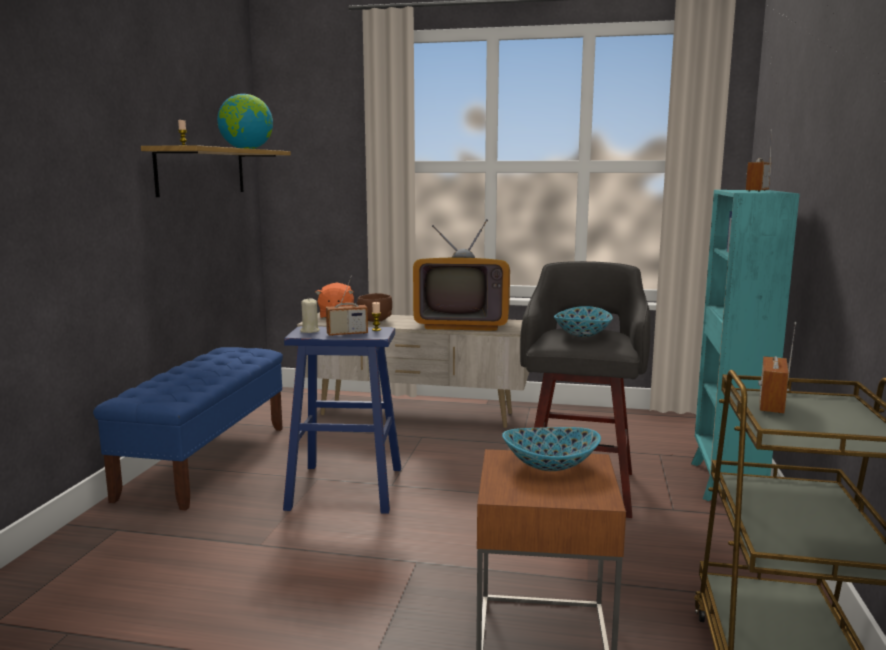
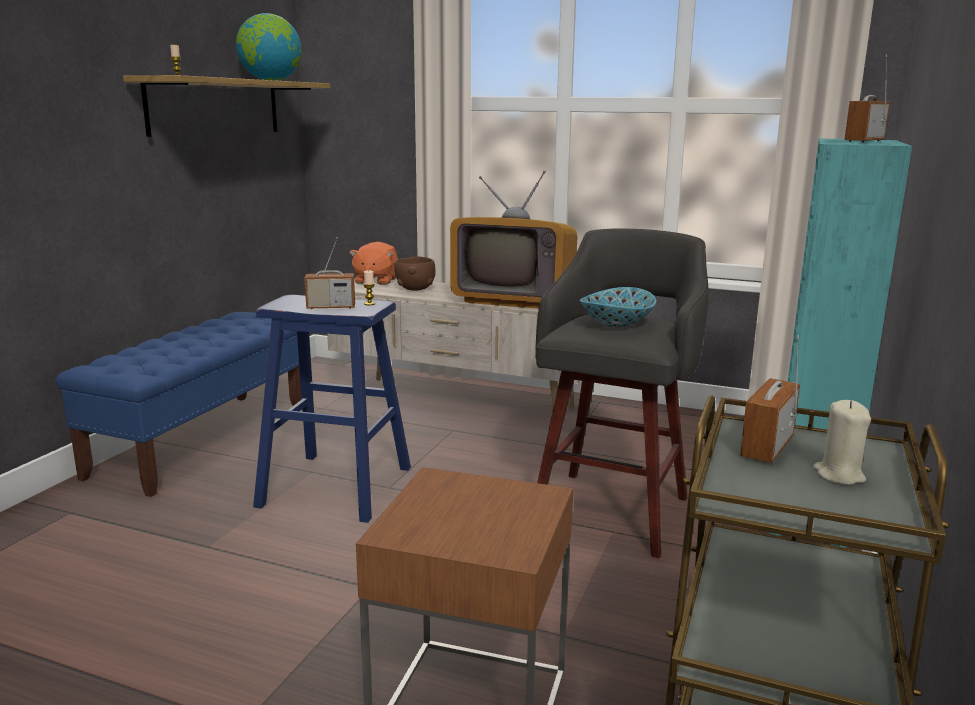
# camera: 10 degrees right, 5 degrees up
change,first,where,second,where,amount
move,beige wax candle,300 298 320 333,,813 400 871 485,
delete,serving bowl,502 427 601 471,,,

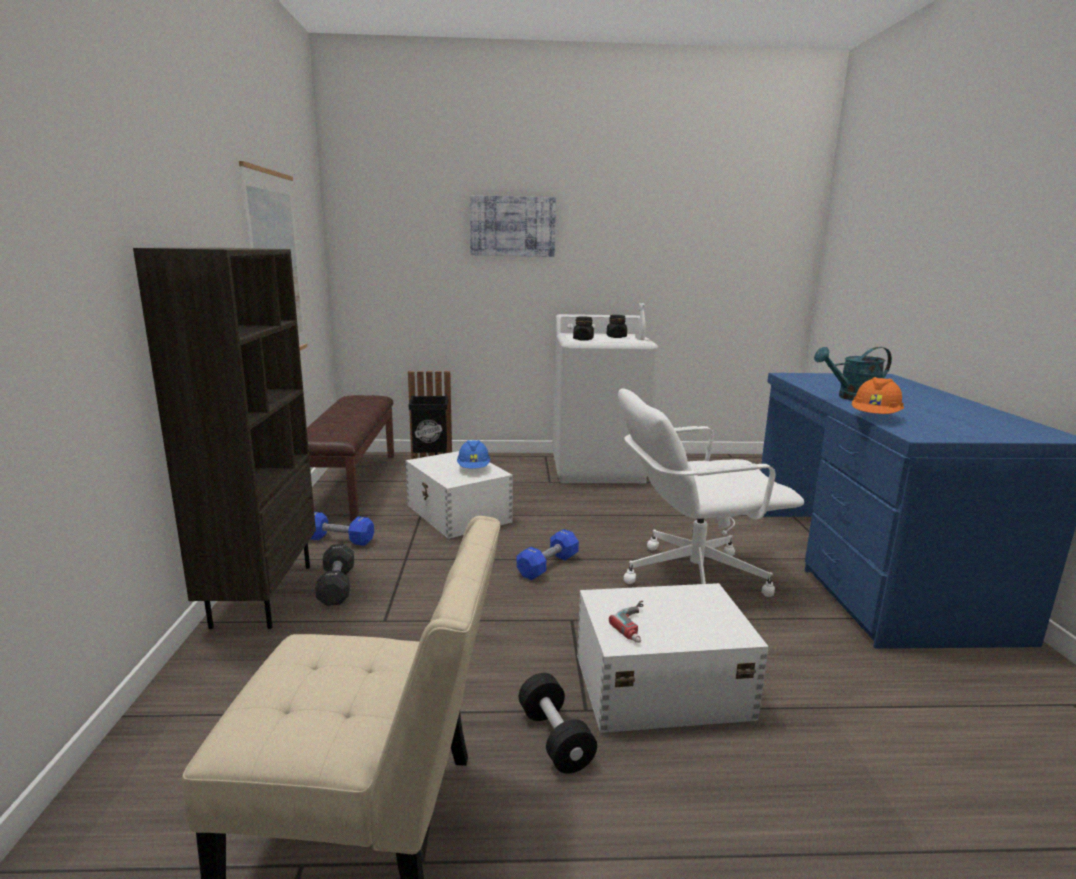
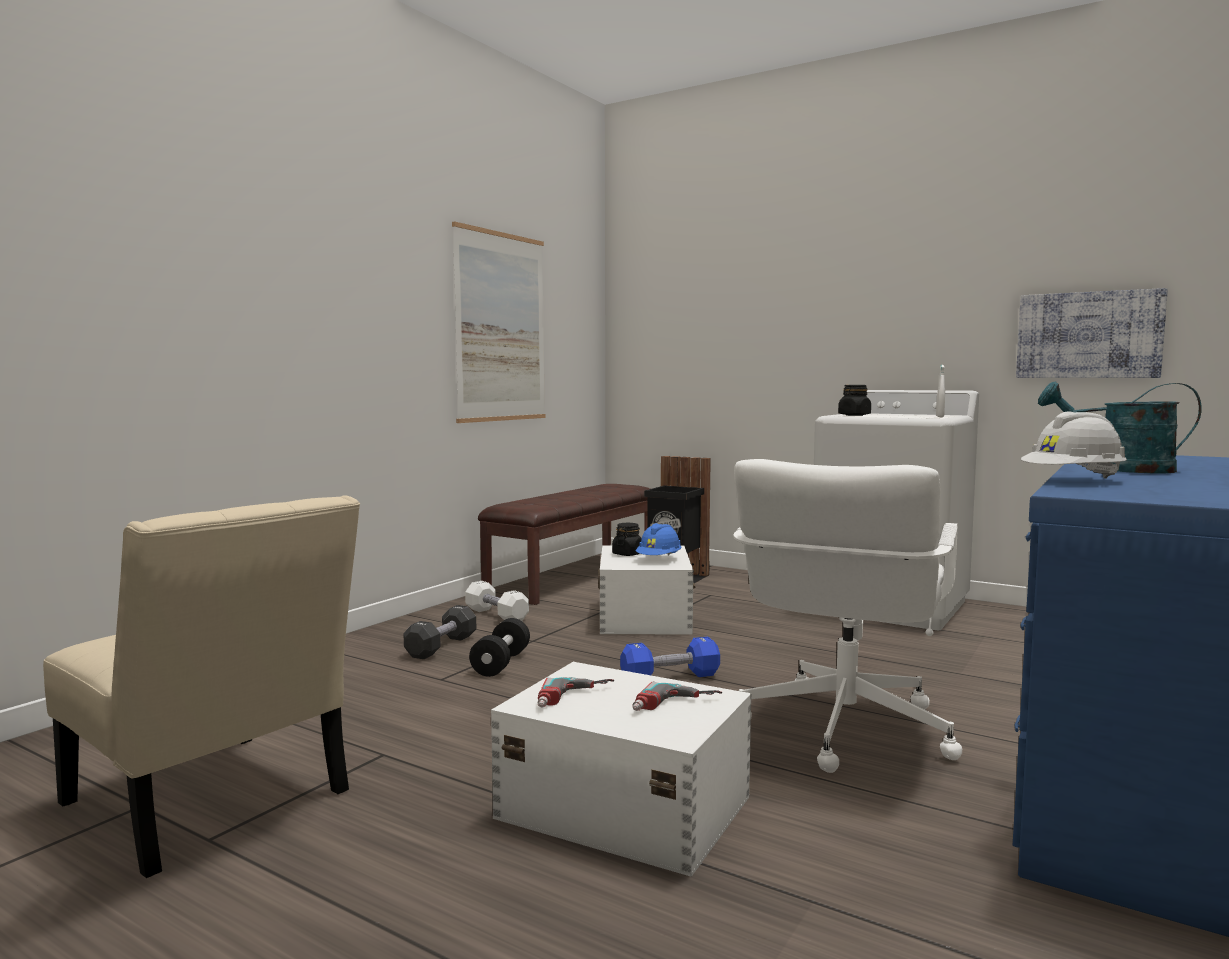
# camera: 35 degrees right, 10 degrees down
change,first,where,second,where,amount
recolor,bluish dumbbell,311 512 374 546,whitish dumbbell,465 581 529 621,
move,blackish dumbbell,519 673 597 774,,469 618 530 677,
move,blackish preserve jar,607 315 627 338,,612 523 642 556,
insert,,,power drill,632 681 722 711,
rotate,whitish computer chair,618 388 804 597,,733 459 962 773,90 degrees counterclockwise
move,wall art,470 195 556 257,,1016 288 1168 378,
recolor,orangey work helmet,852 377 904 414,whitish work helmet,1021 412 1127 479,
delete,brownish bookcase,133 248 316 629,,,

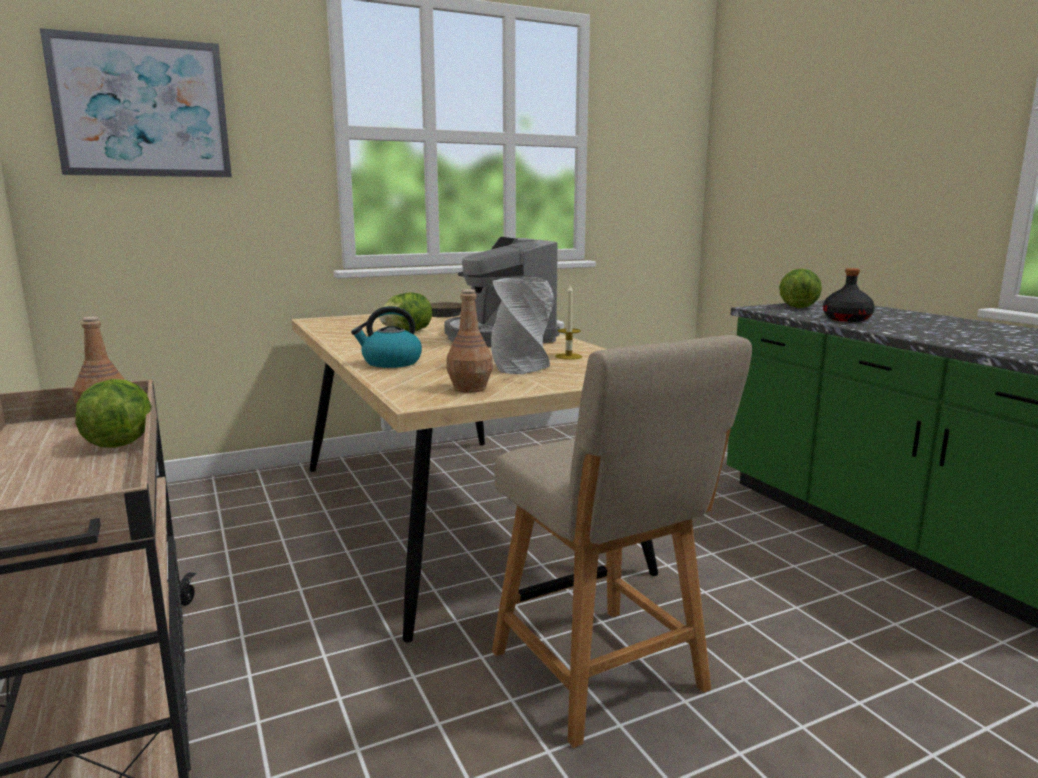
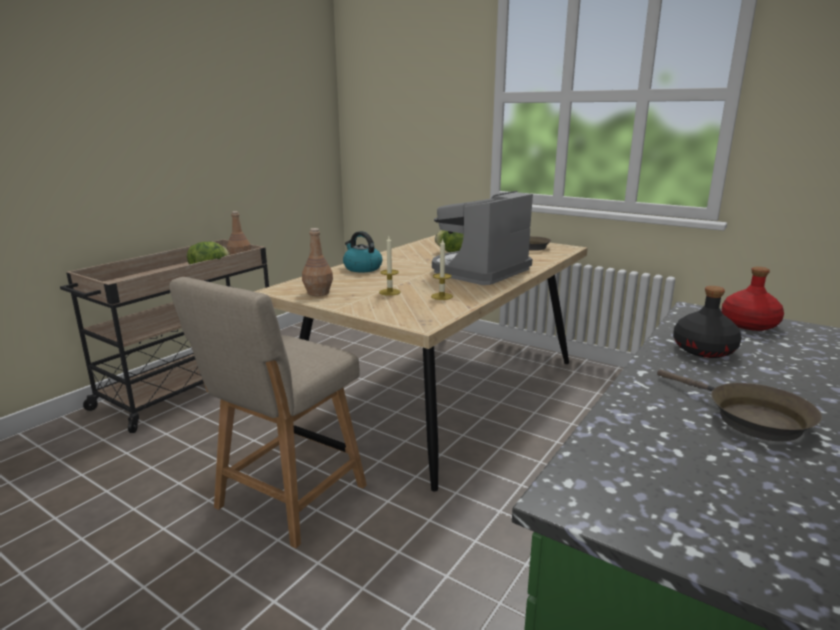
# camera: 60 degrees right, 5 degrees up
change,first,where,second,where,amount
replace,grey decorative vase,491 277 554 374,wax candle,379 236 400 296,
insert,,,brownish pan,657 370 822 441,
replace,lettuce,779 268 822 308,reddish beverage bottle,721 267 784 331,
delete,wall art,40 28 232 177,,,

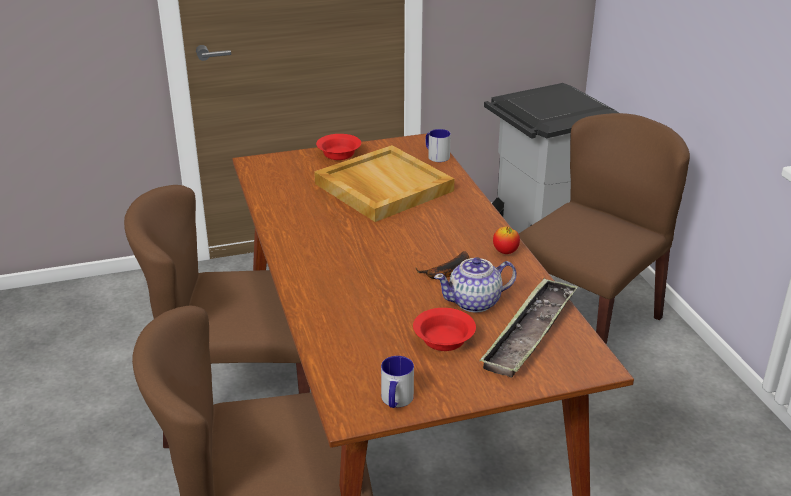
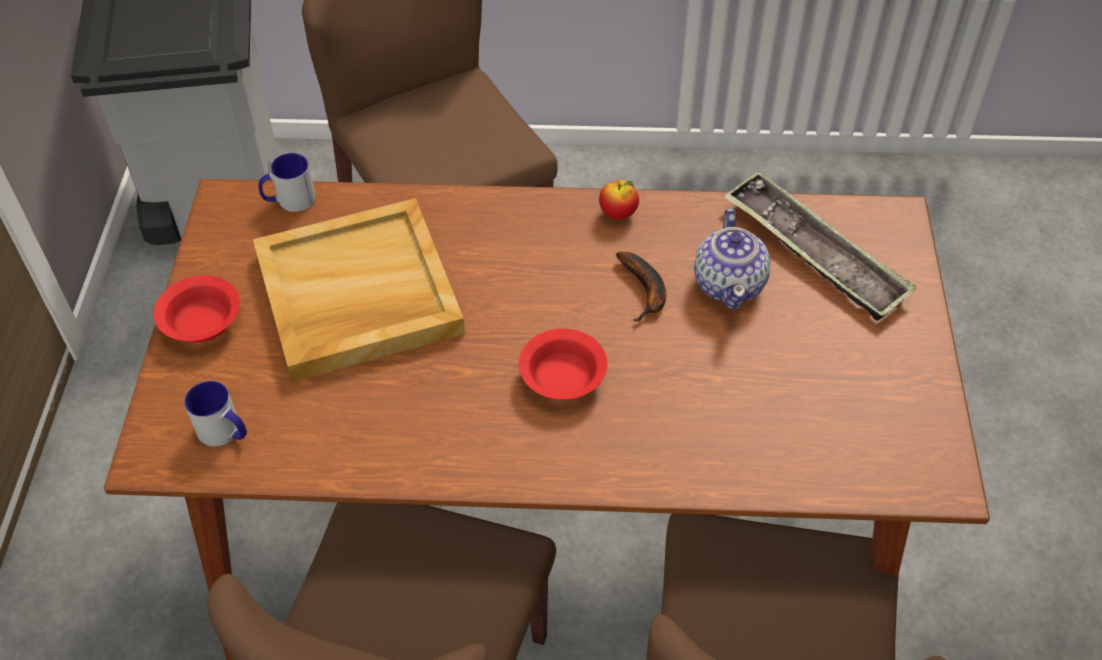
# camera: 70 degrees left, 20 degrees up
change,first,where,second,where,amount
move,coffee mug,381 356 414 408,,184 381 247 447,
move,reddish serving bowl,413 308 476 351,,519 328 607 400,

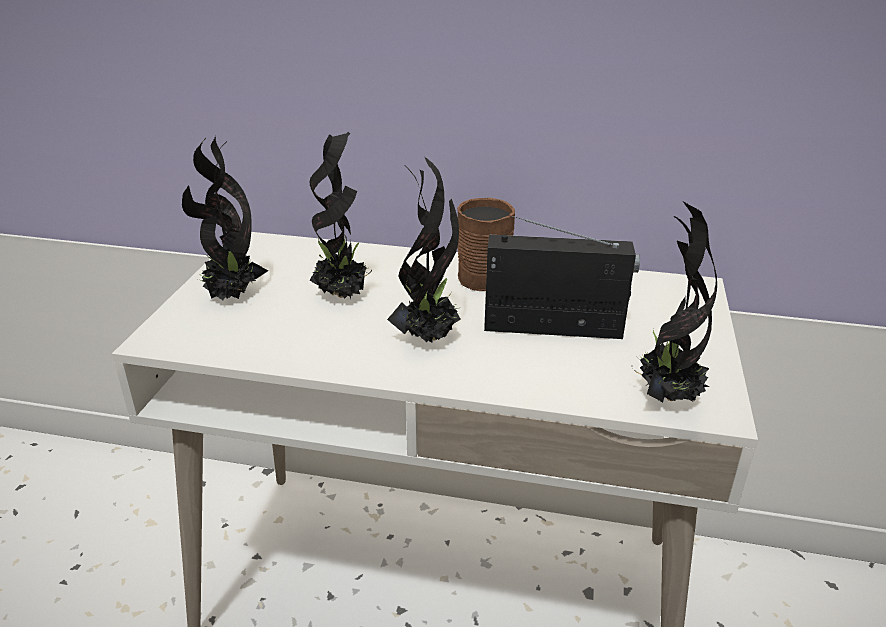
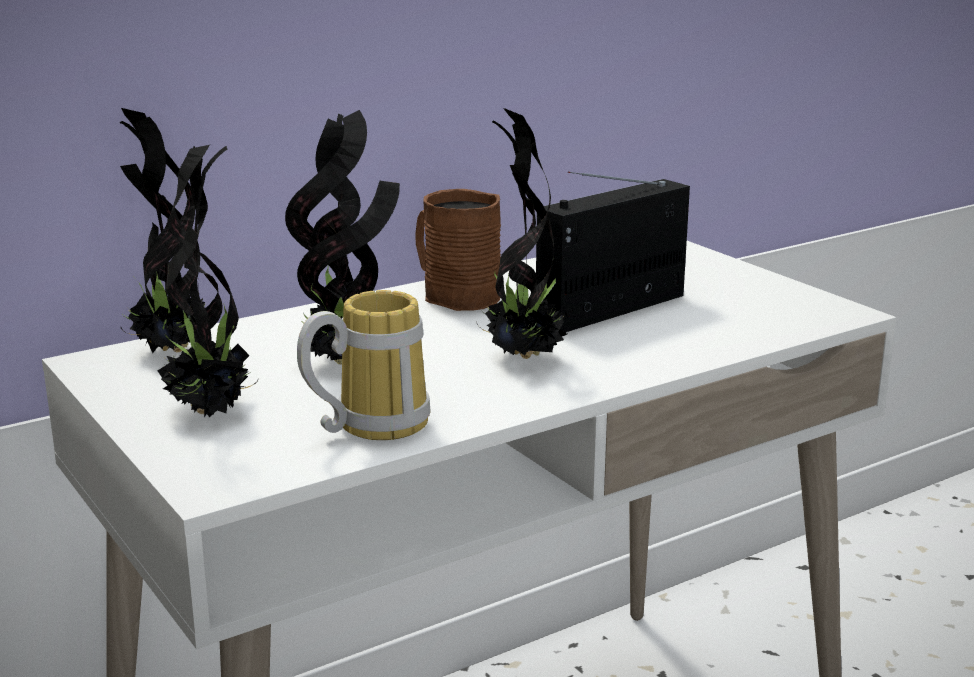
# camera: 45 degrees left, 10 degrees down
change,first,where,second,where,amount
move,potted plant,633 202 717 402,,119 108 206 353,
insert,,,coffee mug,297 290 431 440,

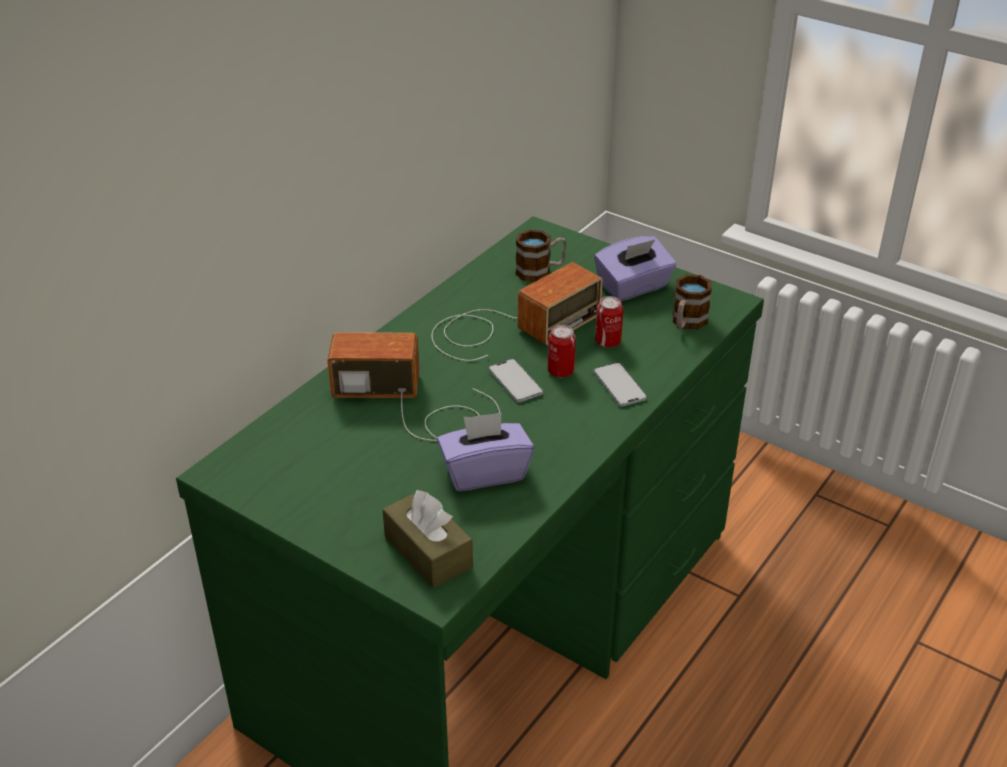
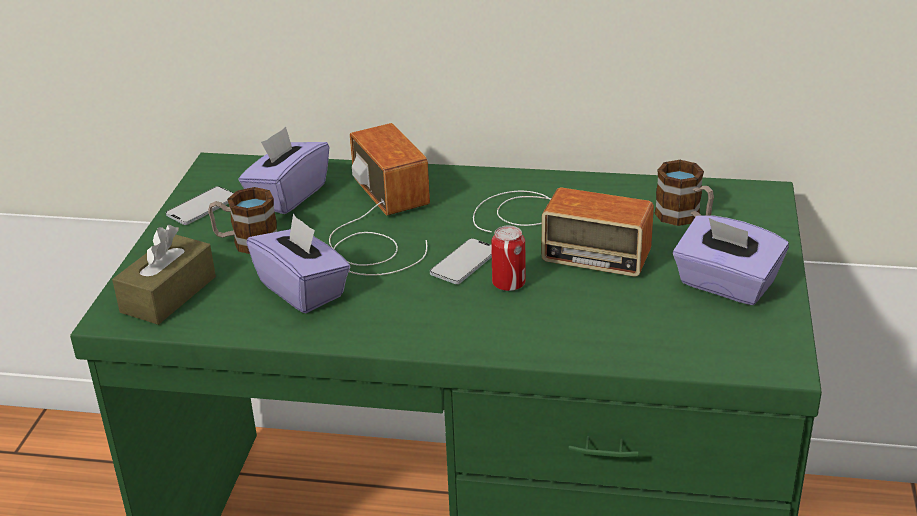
# camera: 65 degrees right, 5 degrees down
change,first,where,second,where,amount
move,telephone,593 362 647 406,,166 186 234 225,
move,coffee mug,672 274 712 329,,208 187 277 254,
insert,,,purplish box of tissues,239 127 329 214,
delete,metal can,595 296 623 347,,,

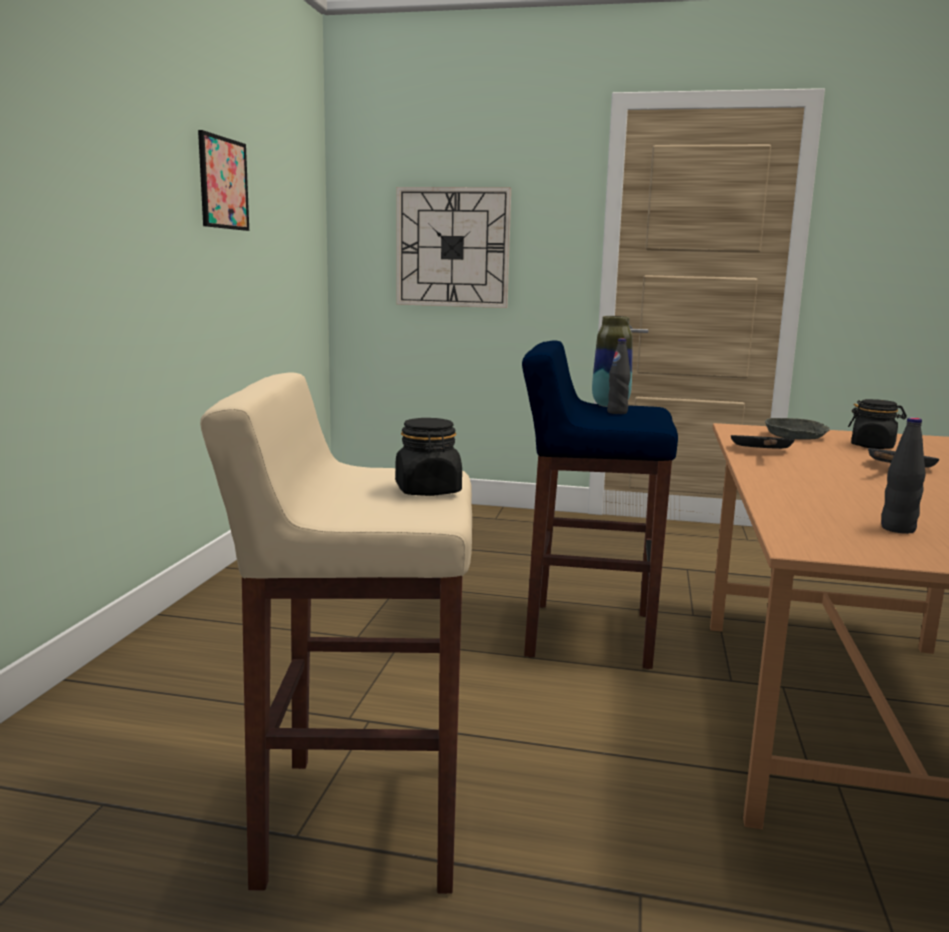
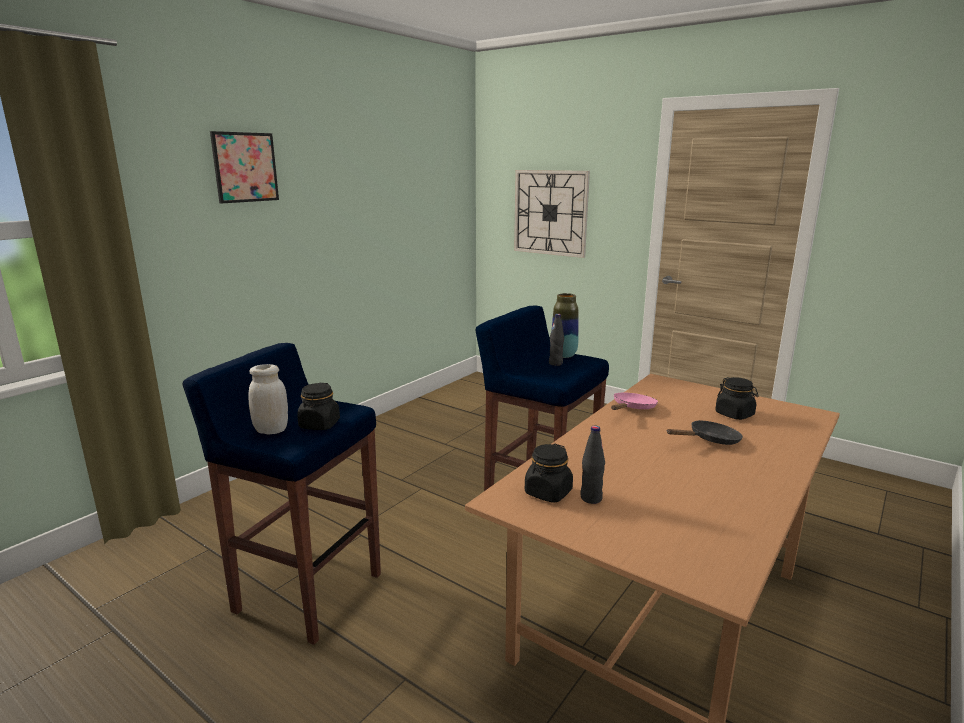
# camera: 25 degrees right, 5 degrees up
change,first,where,second,where,amount
recolor,beige stool seat,200 373 472 894,bluish stool seat,182 343 381 645,
move,wall art,198 130 249 231,,210 131 279 204,
insert,,,whitish preserve jar,248 364 288 435,
insert,,,blackish preserve jar,525 444 573 503,
recolor,blackish pan,730 435 795 449,pinkish pan,611 393 658 410,
delete,grey serving bowl,765 418 830 440,,,

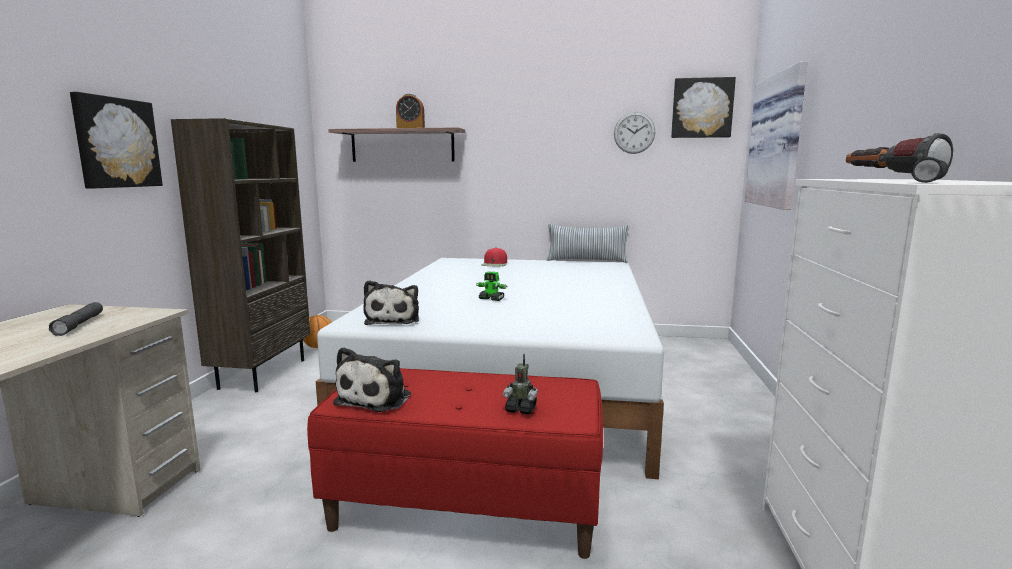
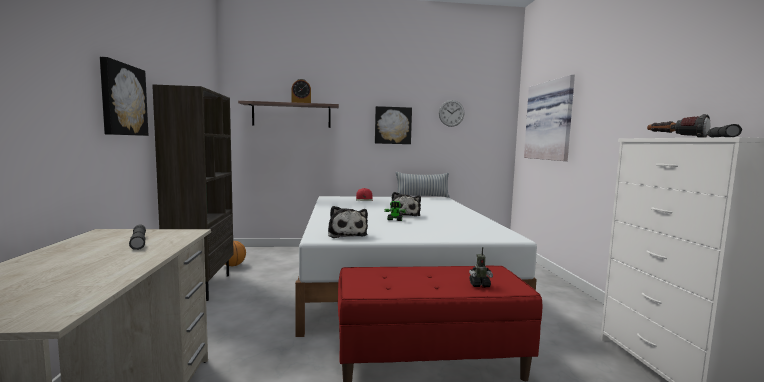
# camera: 15 degrees left, 5 degrees down
change,first,where,second,where,amount
move,wall art,671 77 736 138,,375 106 412 144,
move,cuddly toy,333 347 411 412,,391 192 421 216,

